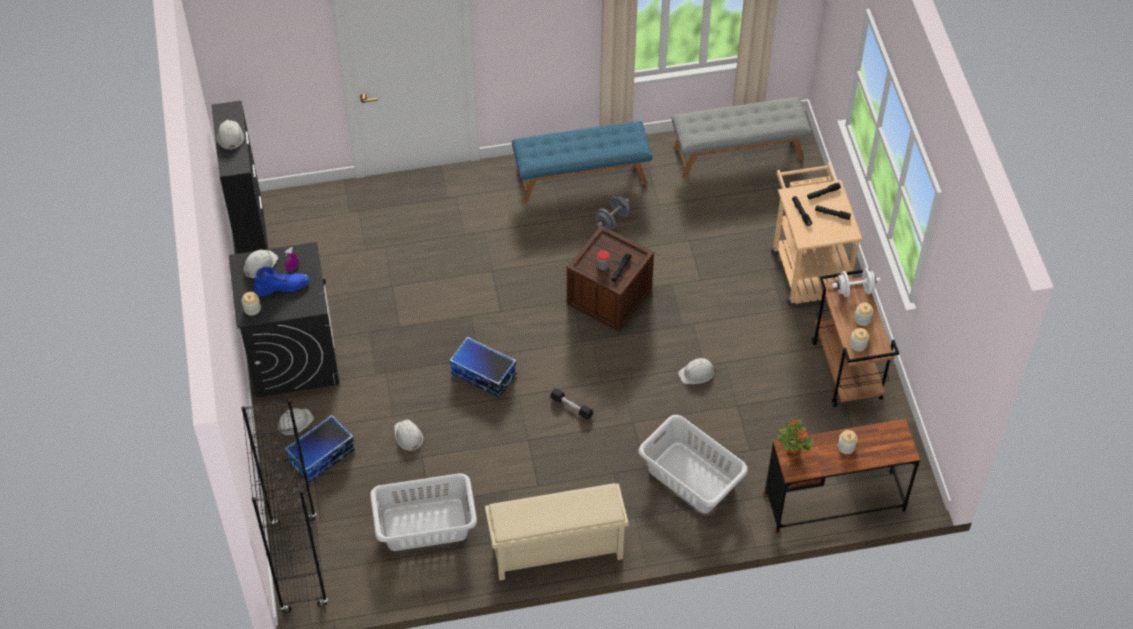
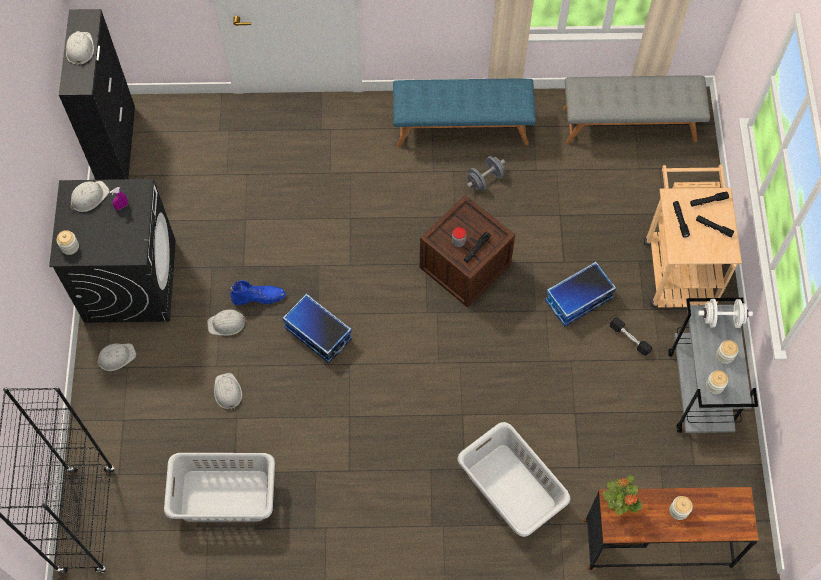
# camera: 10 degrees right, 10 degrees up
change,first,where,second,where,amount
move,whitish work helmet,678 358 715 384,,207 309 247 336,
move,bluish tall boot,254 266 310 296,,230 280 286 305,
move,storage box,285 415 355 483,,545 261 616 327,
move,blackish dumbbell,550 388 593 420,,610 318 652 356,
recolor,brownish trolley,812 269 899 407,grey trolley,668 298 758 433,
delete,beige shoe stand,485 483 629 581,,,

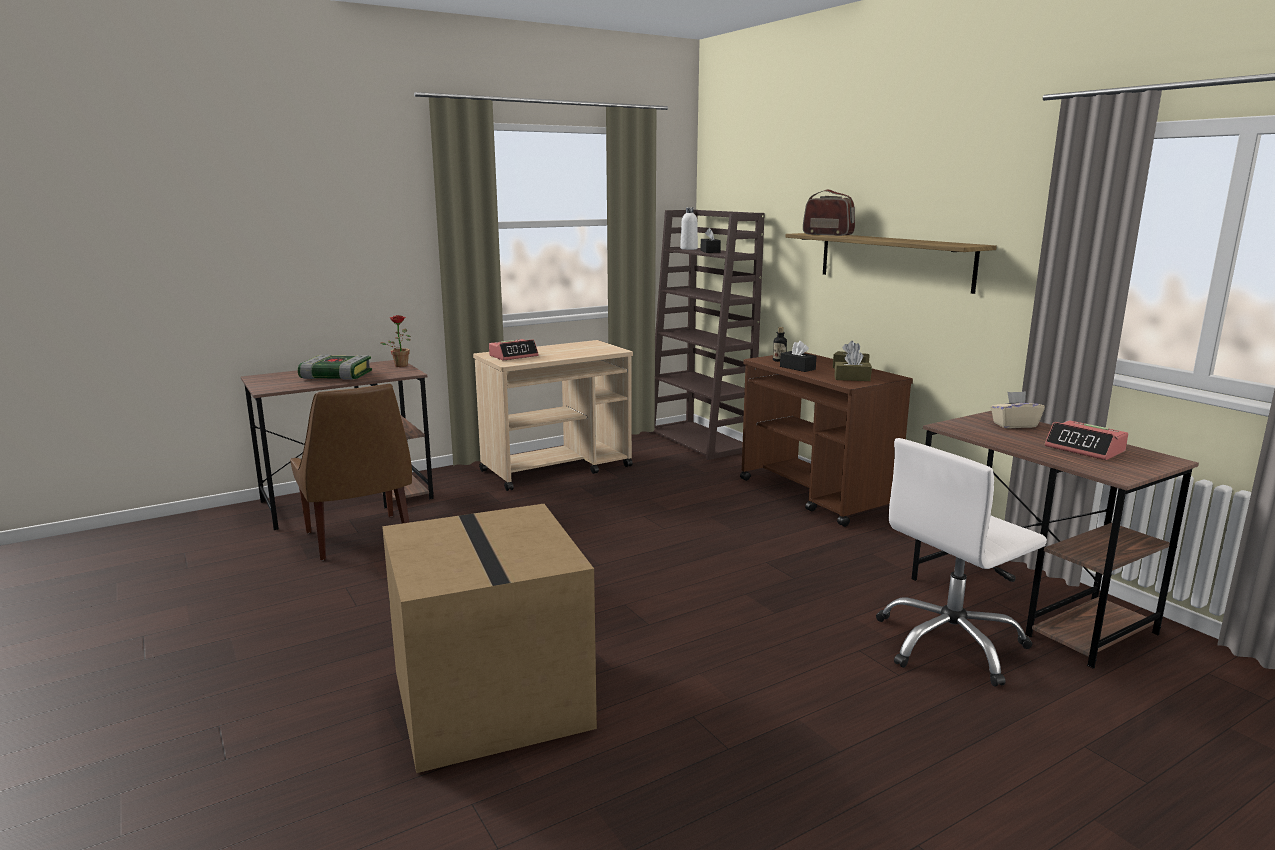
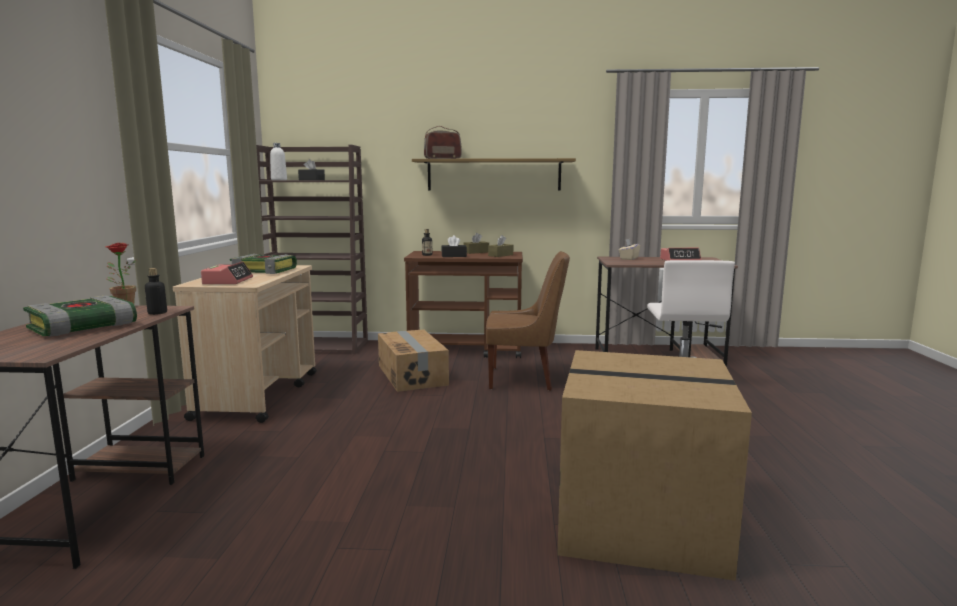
# camera: 55 degrees left, 5 degrees down
change,first,where,second,where,amount
insert,,,beverage bottle,145 268 167 315,
insert,,,book,230 254 297 274,
insert,,,cardboard box,378 330 449 392,
move,brownish chair,290 384 412 560,,486 251 570 391,

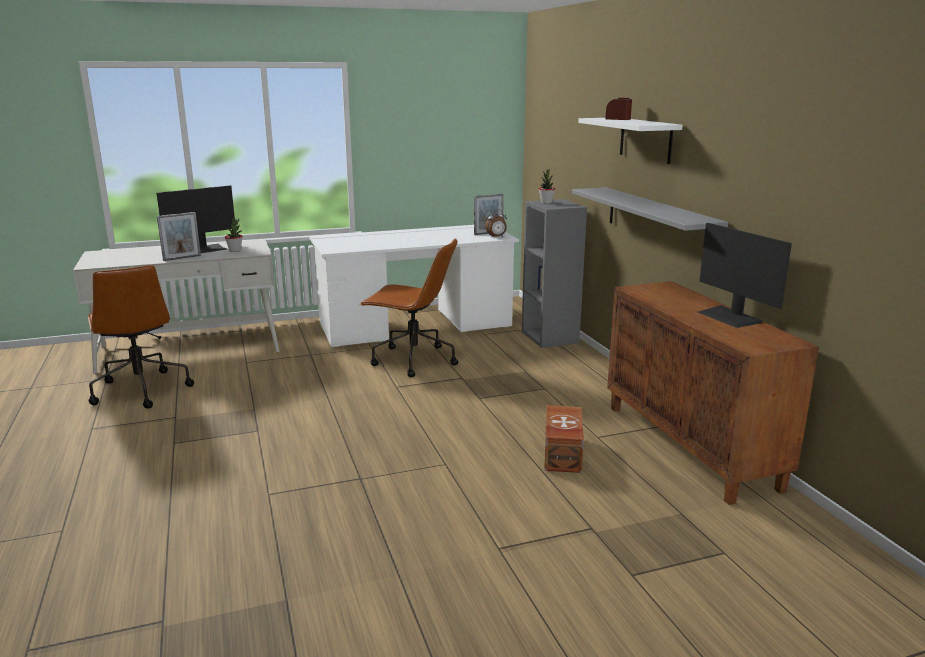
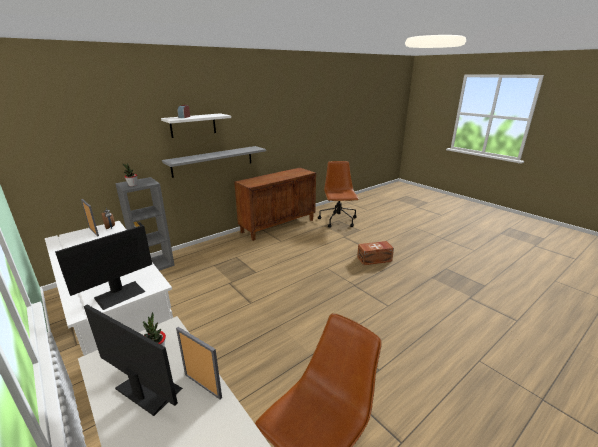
# camera: 110 degrees left, 5 degrees up
change,first,where,second,where,amount
move,monitor,698 223 792 328,,55 225 152 310,
move,brownish computer chair,360 238 458 377,,318 161 359 228,
move,brownish storage box,544 405 584 473,,357 241 394 265,

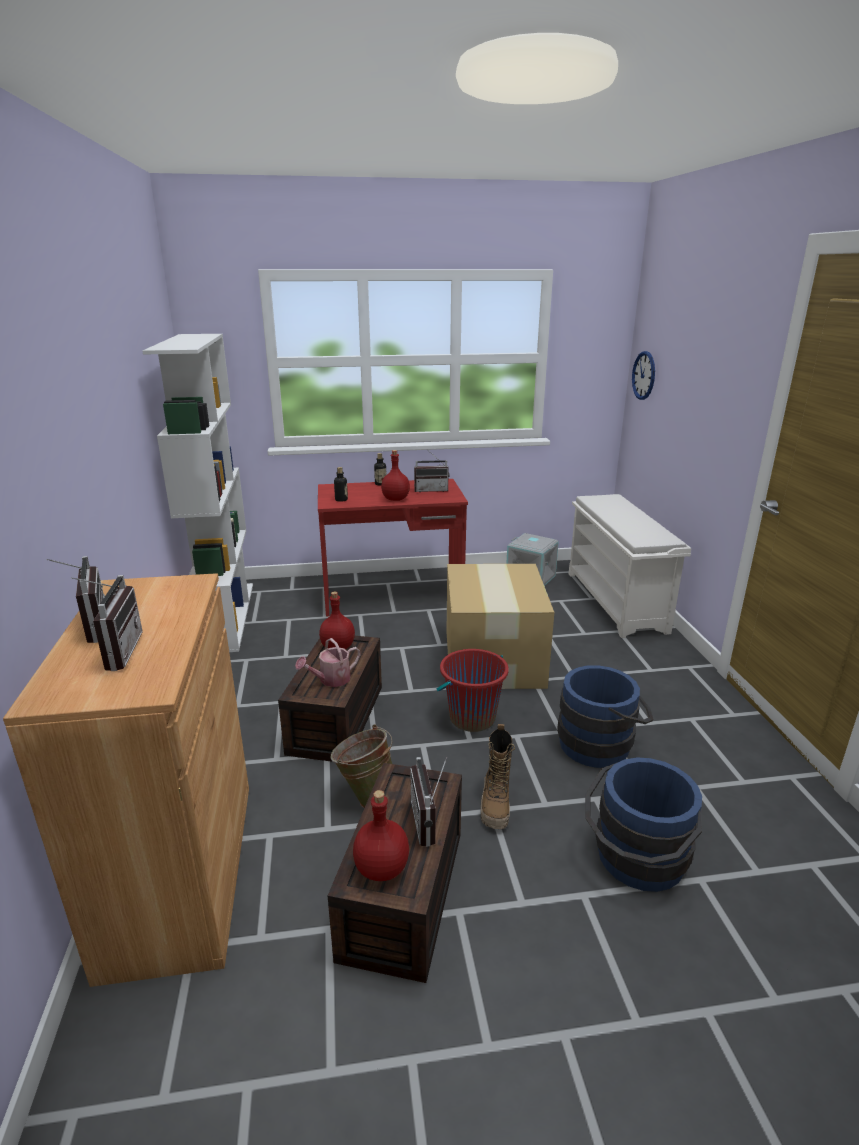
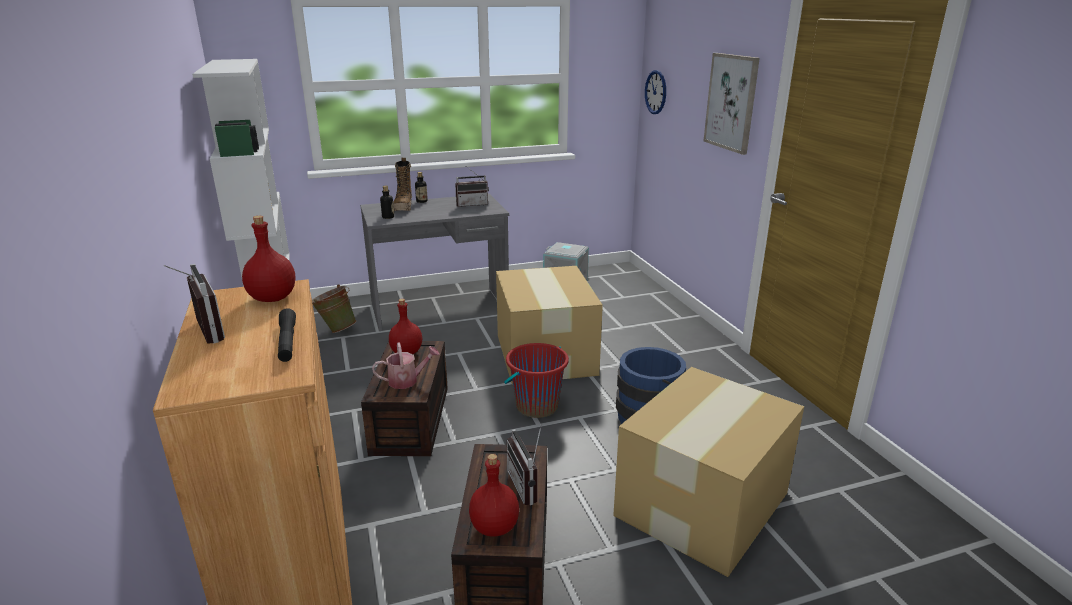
# camera: 10 degrees left, 0 degrees up
change,first,where,second,where,amount
move,reddish beverage bottle,381 450 410 501,,242 216 295 302,
insert,,,blackish torch,278 308 296 362,
move,green pail,331 725 393 808,,312 284 357 333,
recolor,reddish desk unit,318 479 468 617,grey desk unit,360 194 509 331,
rotate,watering can,295 638 361 687,,372 342 440 389,150 degrees counterclockwise
move,tall boot,481 724 515 829,,393 158 412 211,
replace,bluish pail,585 757 702 892,cardboard box,613 367 804 577,
insert,,,wall art,704 53 760 155,
delete,radio set,71 575 143 671,,,
delete,whitish shoe stand,569 494 691 638,,,

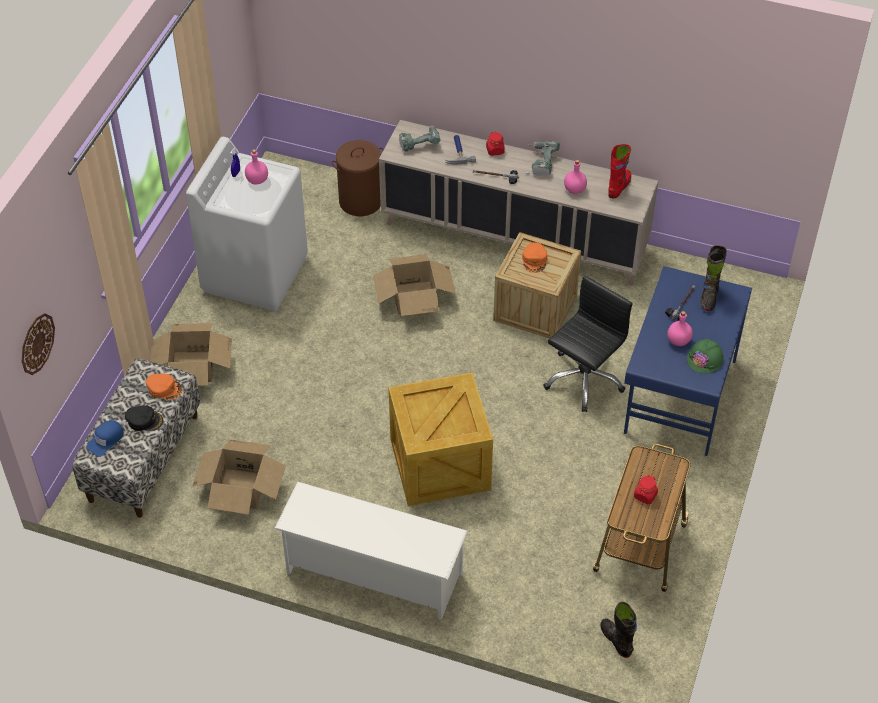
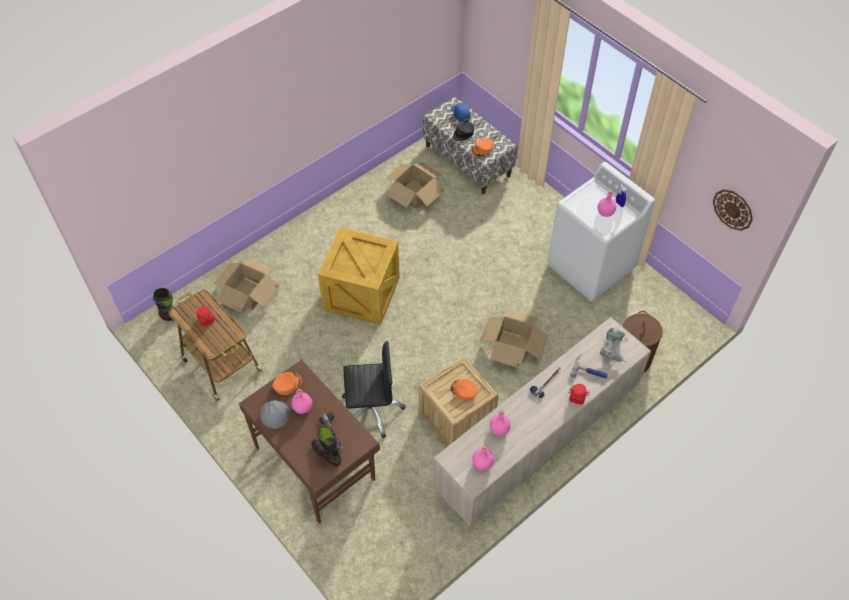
# camera: 120 degrees right, 5 degrees up
change,first,where,second,where,amount
move,cardboard box,149 323 232 386,,213 258 280 312,
recolor,bluish desk unit,624 266 752 456,brownish desk unit,239 360 380 524,
recolor,green work helmet,687 339 724 374,grey work helmet,260 400 290 429,
insert,,,orangey baseball cap,272 372 302 395,
rotate,blackish computer chair,544 275 632 412,,342 341 405 439,75 degrees counterclockwise
replace,reddish tall boot,608 144 631 198,pinkish beverage bottle,472 445 494 470,
move,hanging clock,22 313 55 375,,713 189 753 231,
delete,whitish shoe stand,274 482 468 620,,,
delete,power drill,526 140 560 176,,,

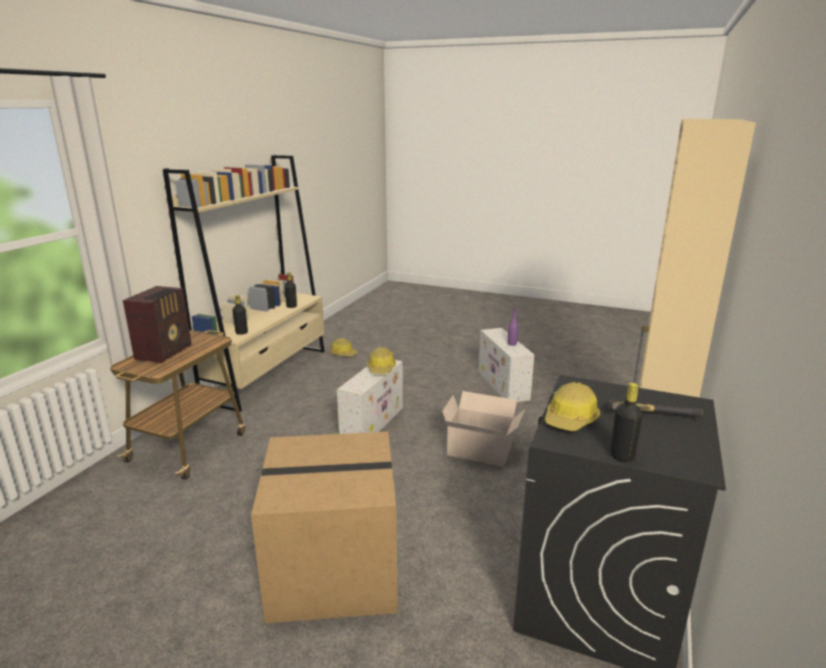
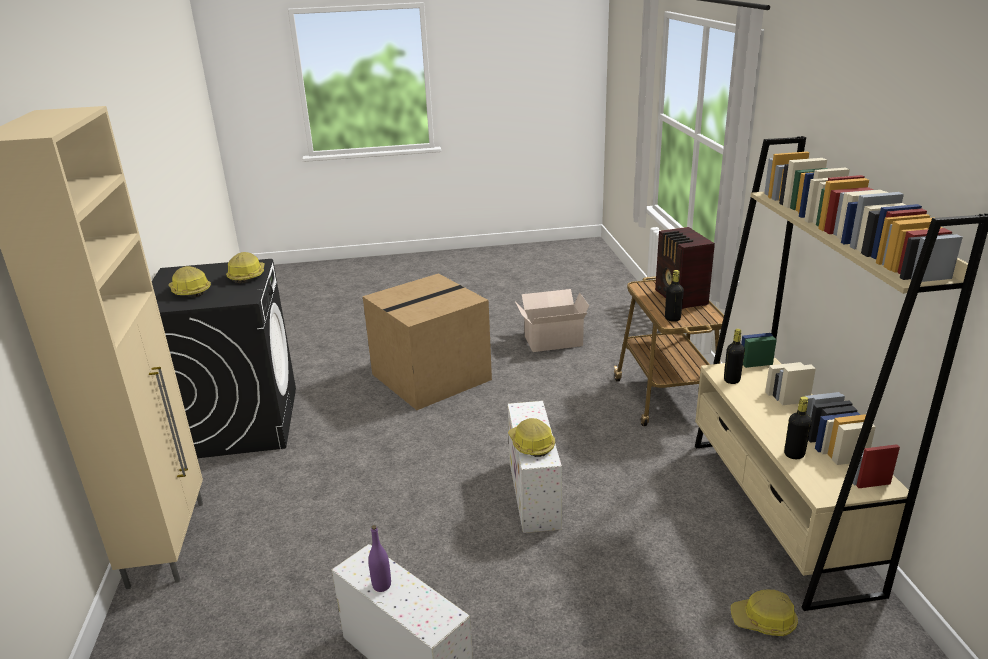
# camera: 150 degrees right, 5 degrees up
change,first,where,second,where,amount
replace,hand hammer,609 399 703 417,work helmet,168 266 211 297,
move,cardboard box,442 391 525 467,,515 289 589 352,
move,blackish beverage bottle,610 383 643 462,,665 270 684 322,

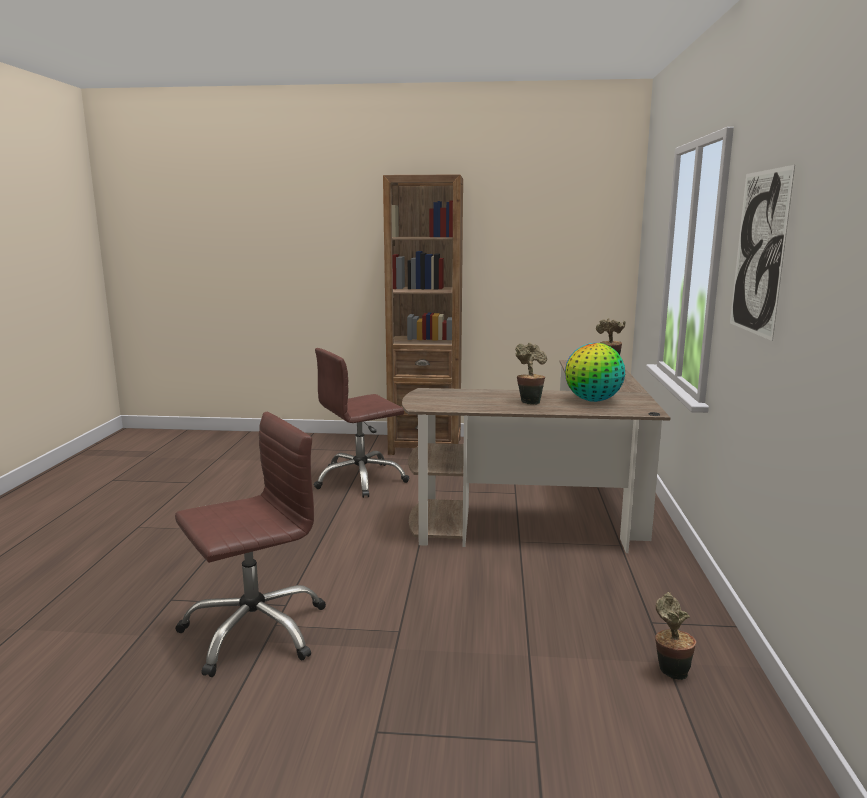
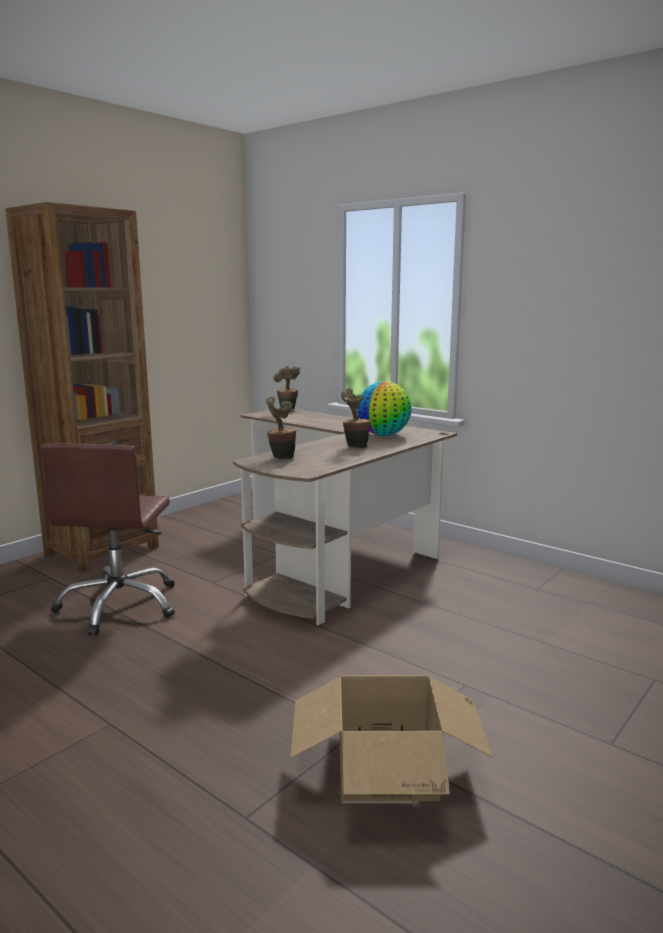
# camera: 55 degrees left, 0 degrees up
change,first,where,second,where,amount
move,potted plant,655 592 696 680,,266 396 296 459,
replace,brownish computer chair,175 412 326 677,cardboard box,291 675 493 801,
delete,wall art,730 165 795 341,,,

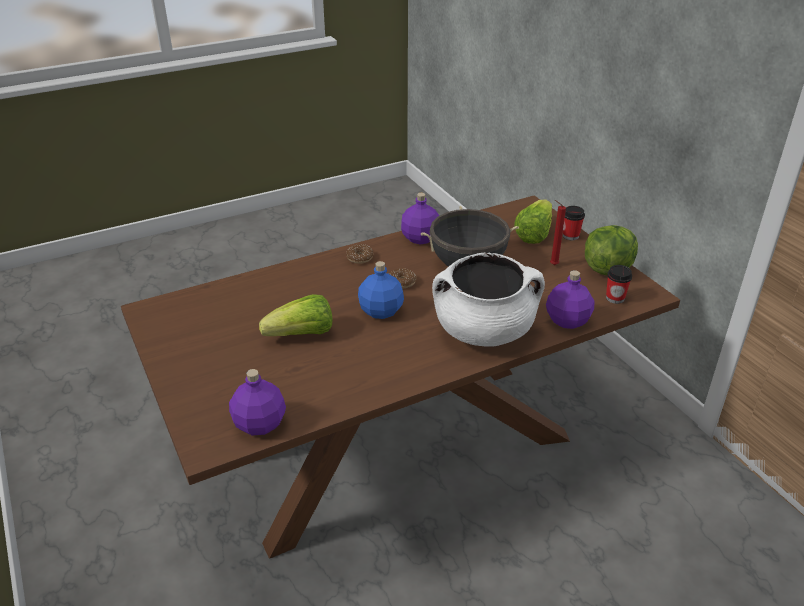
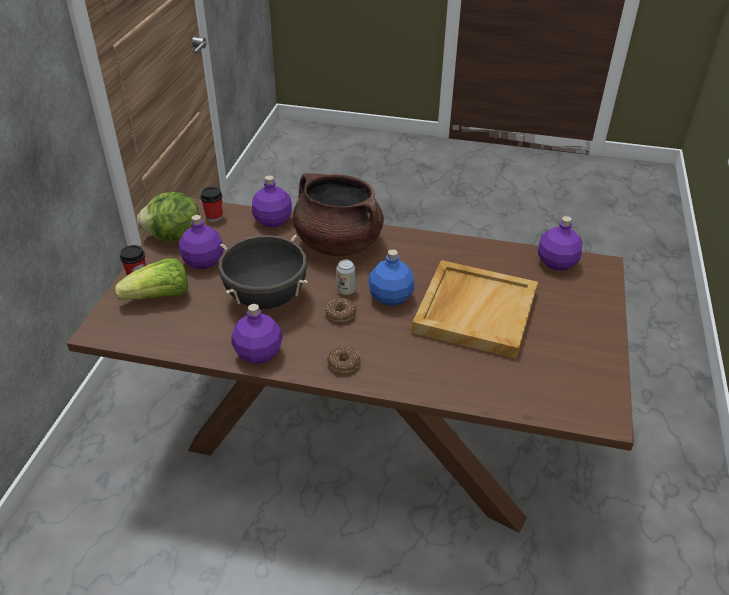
# camera: 140 degrees left, 5 degrees up
change,first,where,second,where,amount
replace,reddish wax candle,550 200 566 265,purplish beverage bottle,179 215 224 269,
recolor,whitish cooking pot,432 253 545 347,brownish cooking pot,293 173 384 256,
insert,,,metal can,337 260 355 295,
replace,lettuce,259 294 332 336,beige carrying tray,412 260 538 359,

